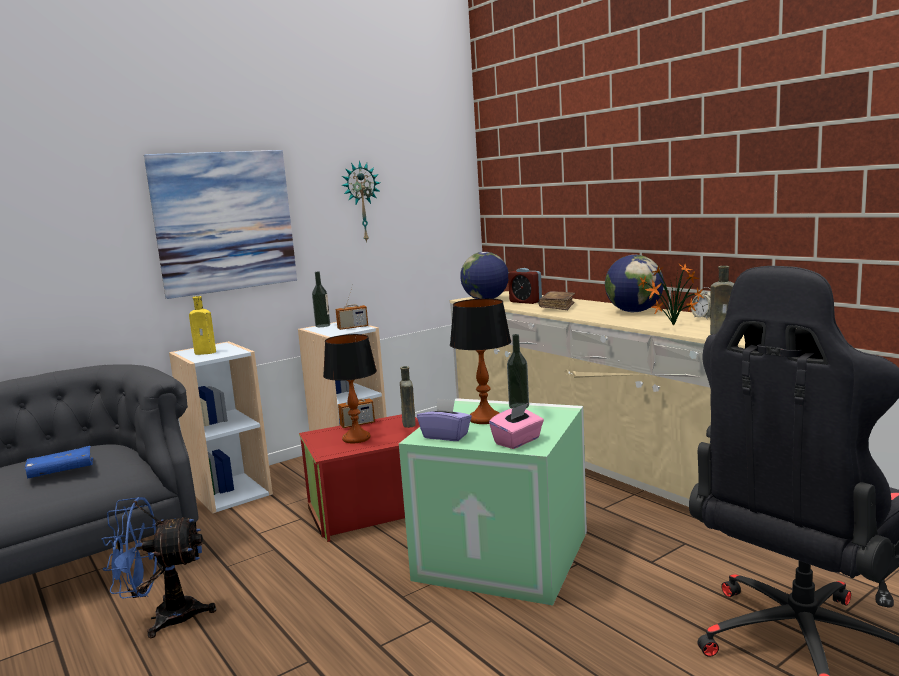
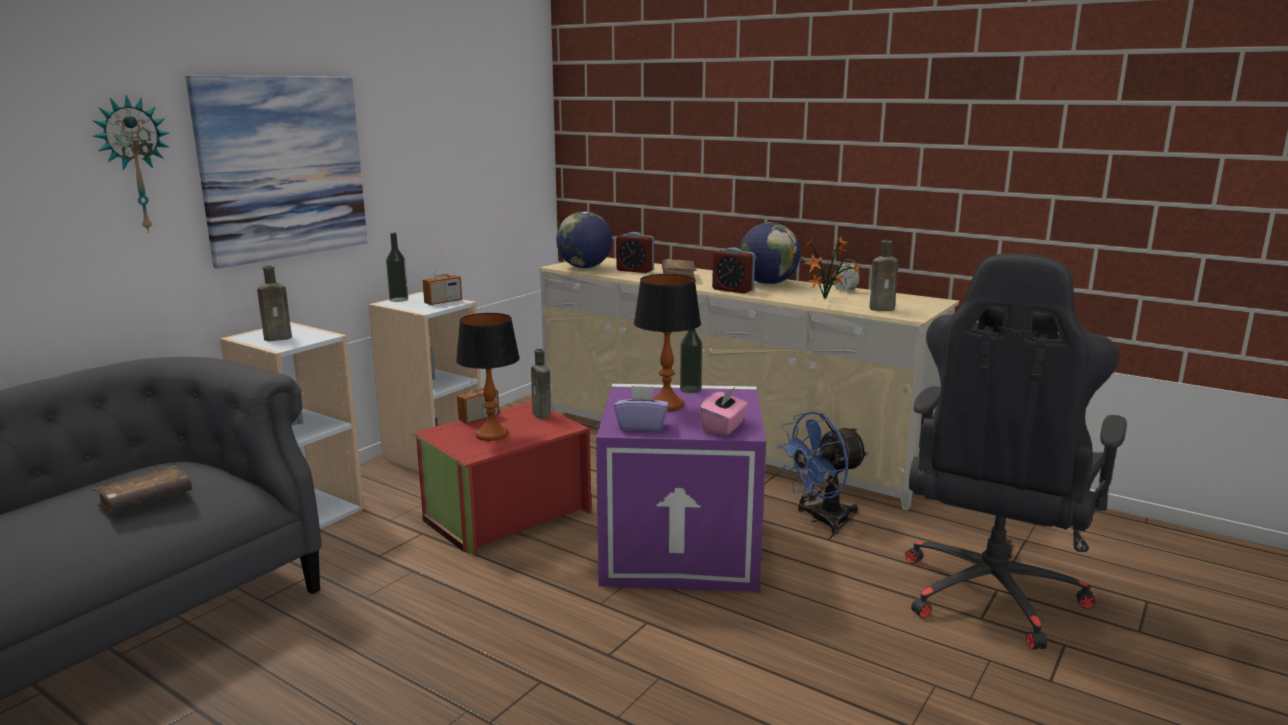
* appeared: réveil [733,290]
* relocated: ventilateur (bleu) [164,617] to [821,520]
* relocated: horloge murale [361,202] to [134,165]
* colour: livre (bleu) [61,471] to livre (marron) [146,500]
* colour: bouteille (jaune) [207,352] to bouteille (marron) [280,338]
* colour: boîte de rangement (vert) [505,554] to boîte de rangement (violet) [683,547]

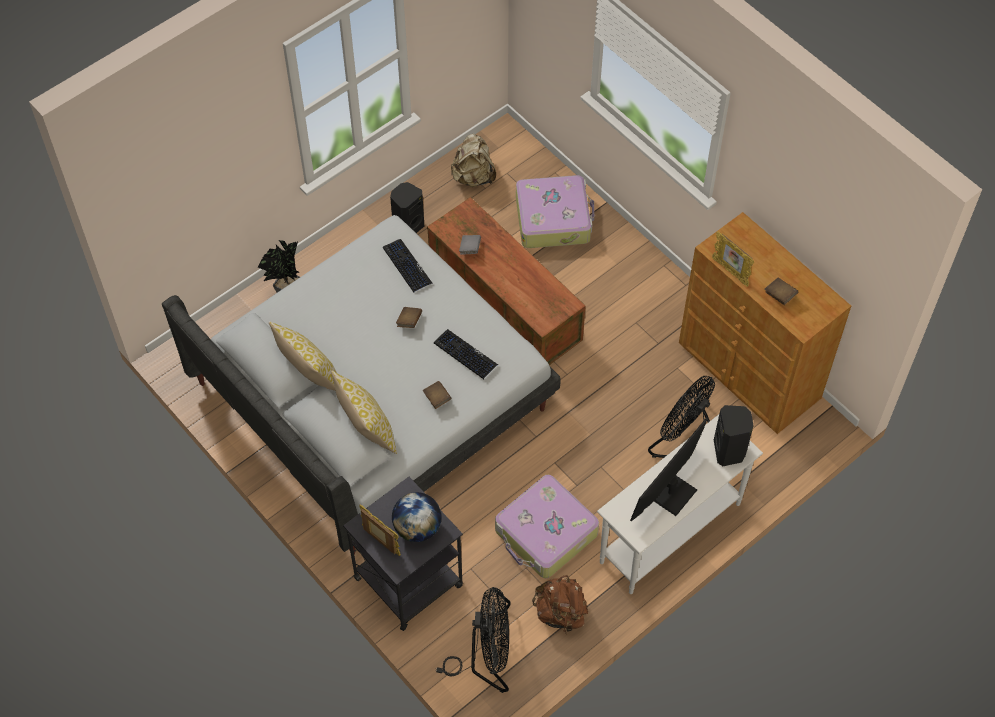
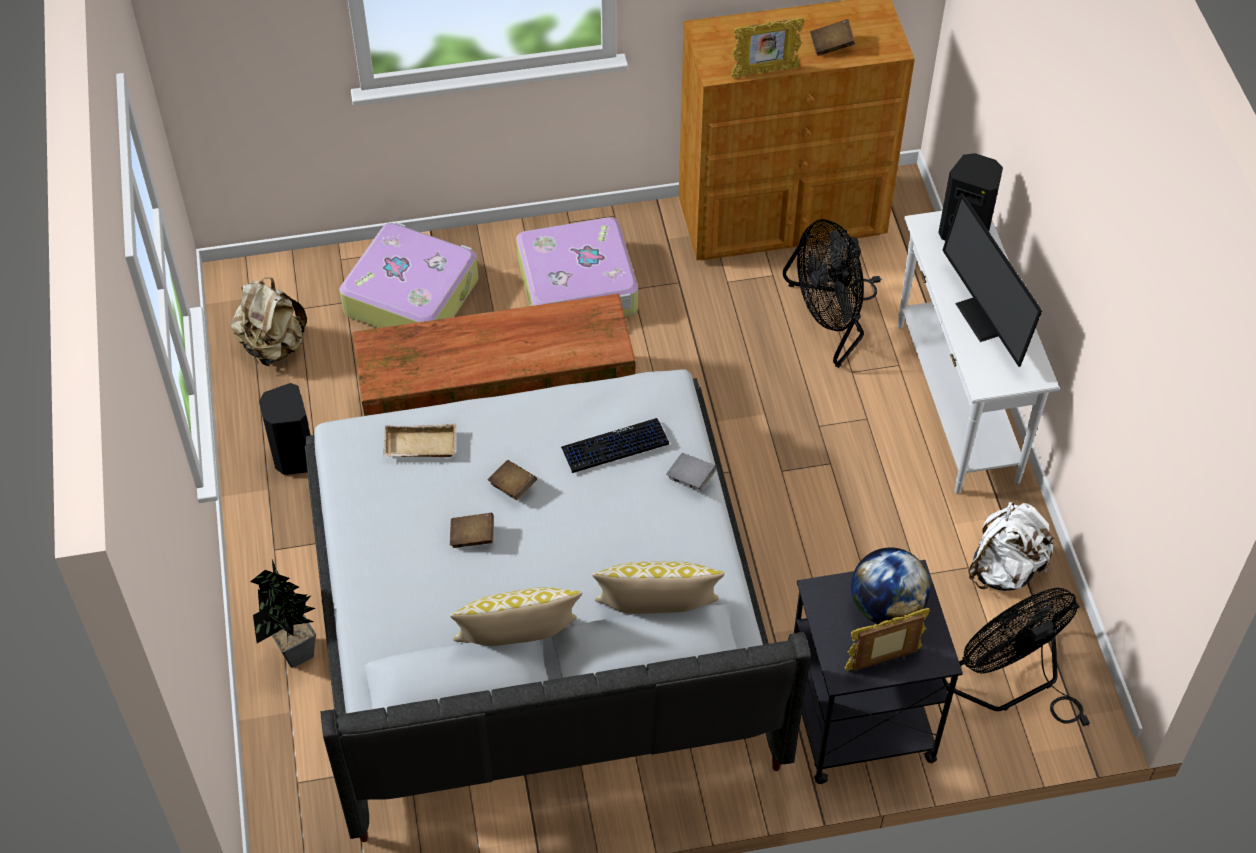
* relocated: livre (marron) [437,398] to [472,537]
* relocated: livre (gris) [470,248] to [691,478]
* relocated: valise [546,533] to [578,288]
* exchanged: clavier [407,266] to plateau (beige) [419,447]
* colour: sac à dos (marron) [560,613] to sac à dos (blanc) [1005,569]
* spun: ventilateur (noir) [485,653] = [1019,680] 60 degrees counterclockwise

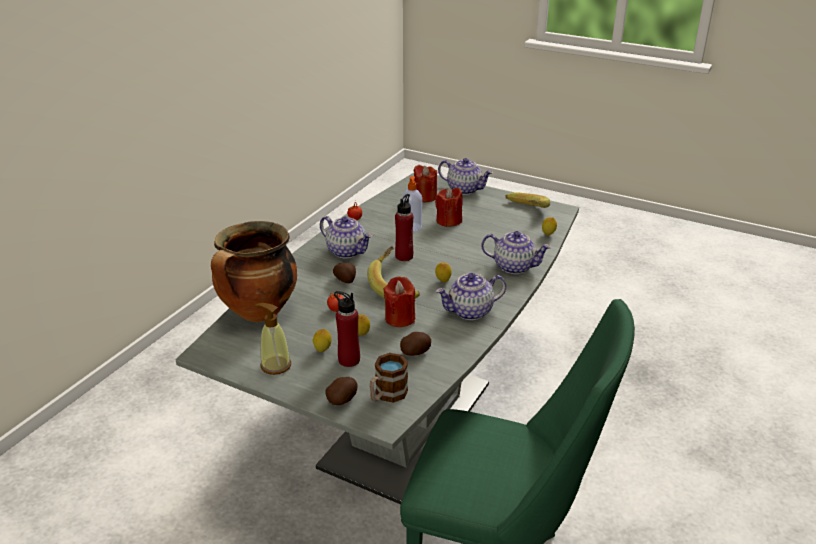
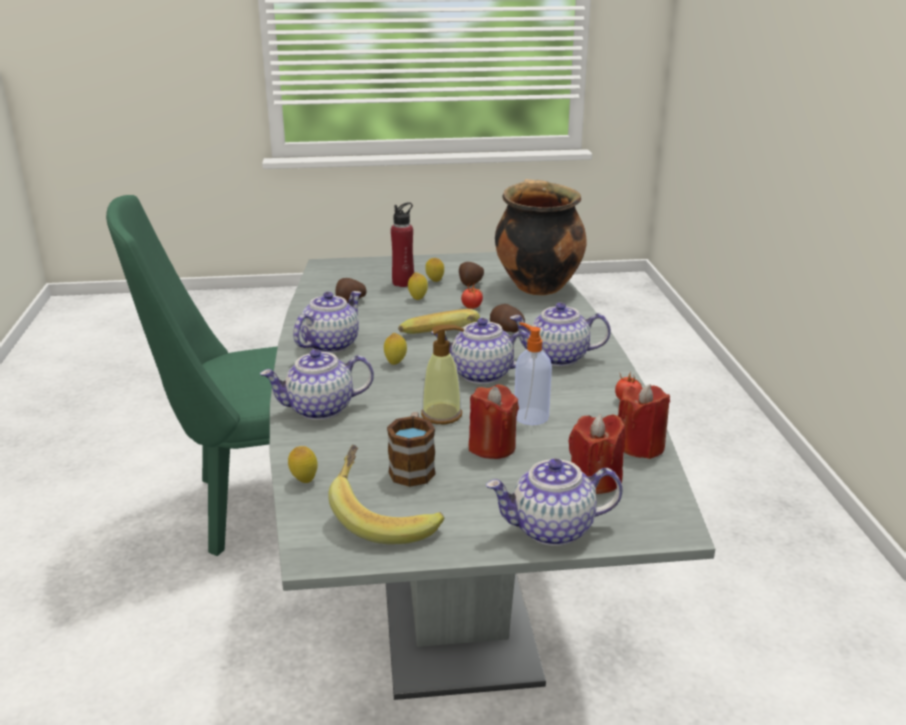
* relocated: distributeur de savon [275,365] to [442,415]
* relocated: pomme de terre [342,400] to [470,284]
* relocated: mug [387,395] to [413,467]
* relocated: bougie (rouge) [400,318] to [640,446]
* exchanged: bouteille (rouge) [404,256] to théière [481,375]

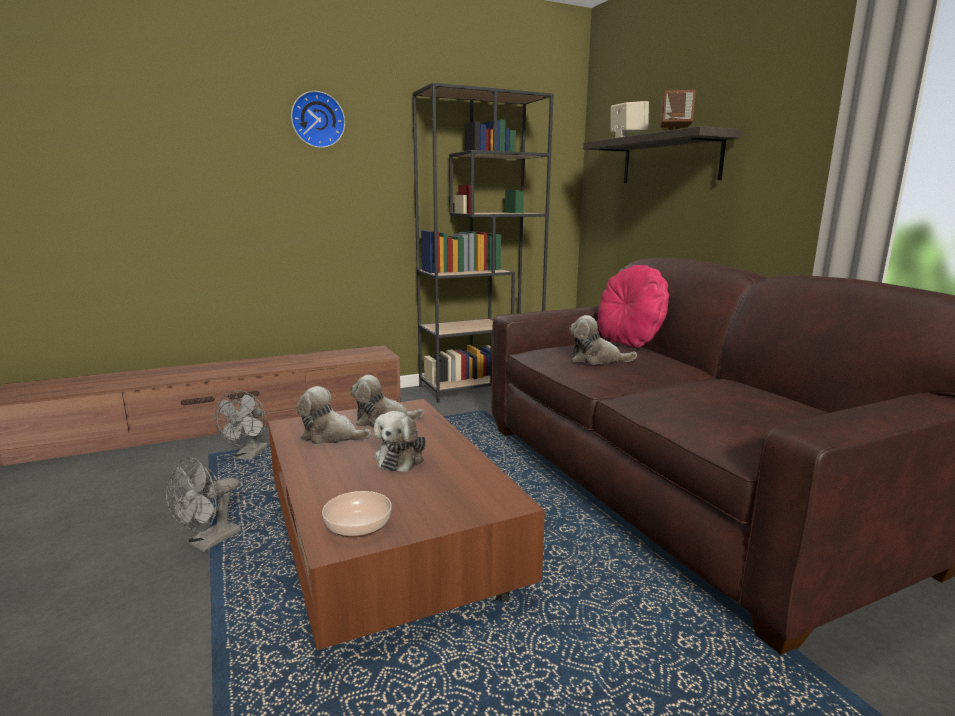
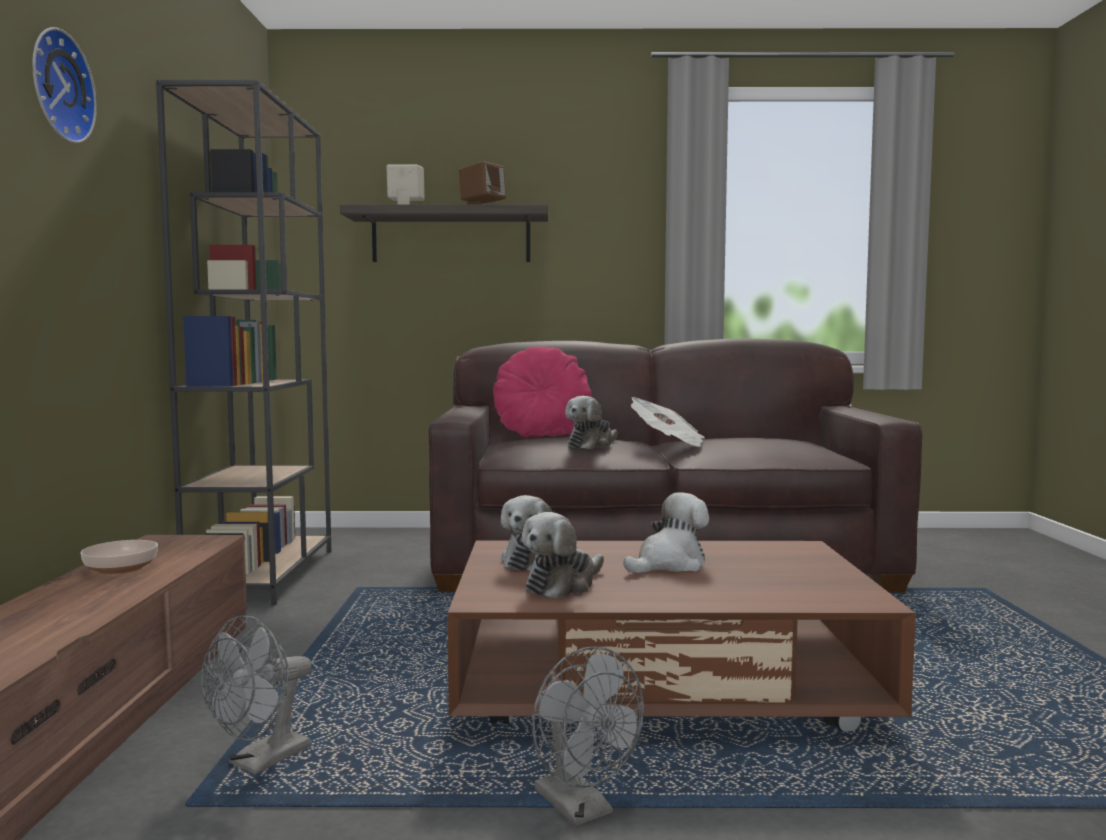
* appeared: journal [668,443]
* relocated: bol [359,526] to [122,568]
* spun: ventilateur (gris) [248,456] = [261,763] 90 degrees clockwise
* spun: peluche [401,458] = [669,564] 75 degrees counterclockwise

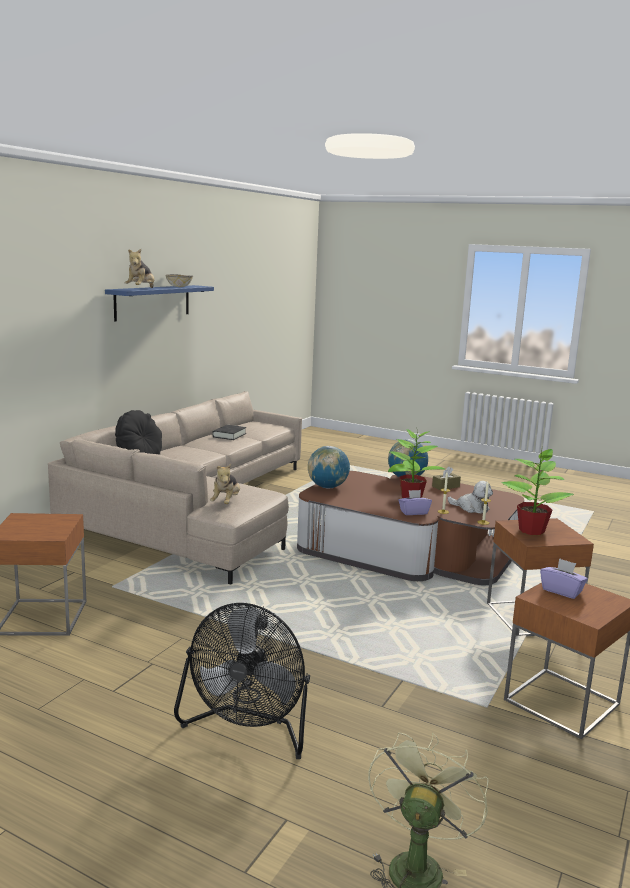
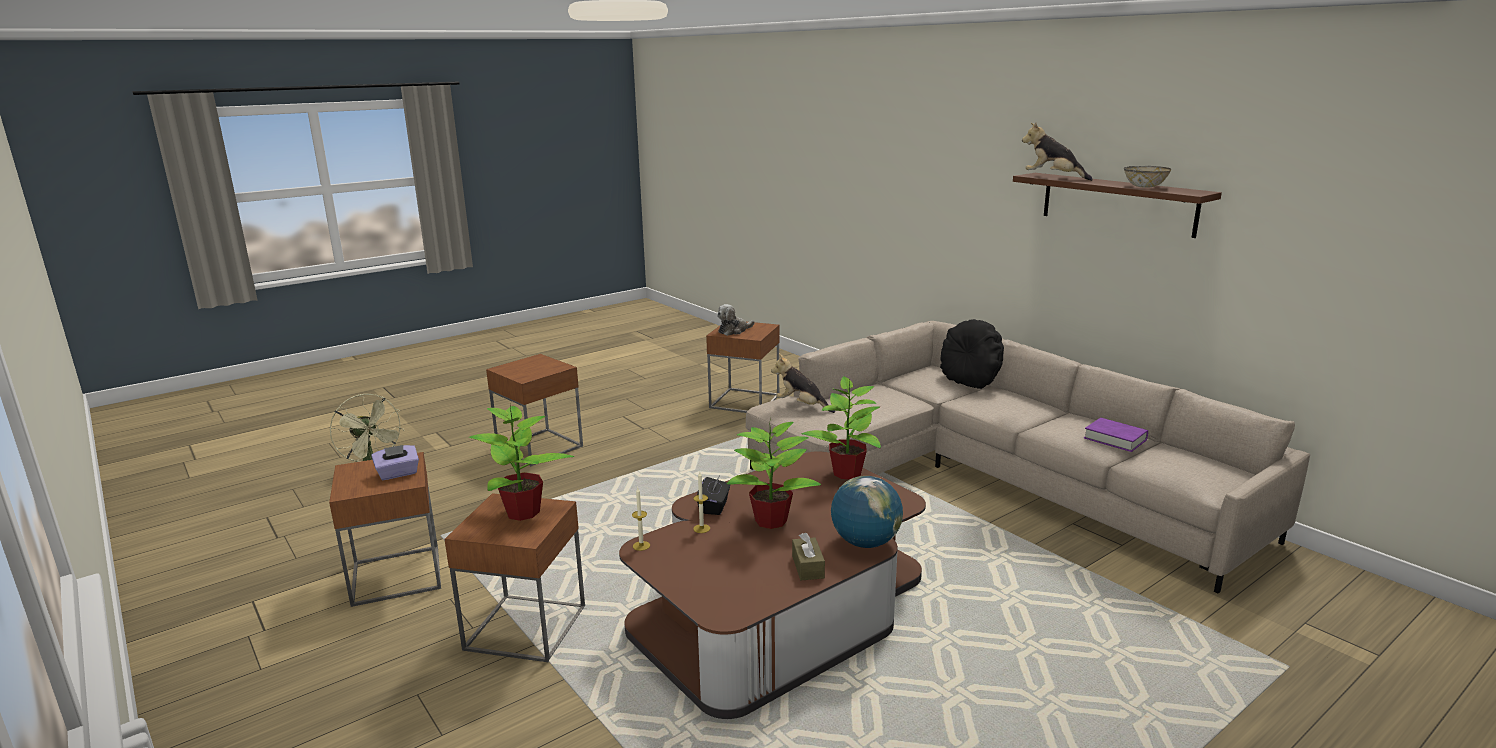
* relocated: peluche [471,508] to [734,331]
* exchanged: ventilateur (noir) [246,725] to table d'appoint (marron) [539,447]
* exchanged: globe [327,487] to plante en pot [846,473]
* colour: étagère (bleu) [153,302] to étagère (marron) [1117,204]
* colour: livre (noir) [229,435] to livre (violet) [1115,439]
* colour: boîte à mouchoirs (violet) [413,512] to boîte à mouchoirs (noir) [714,506]

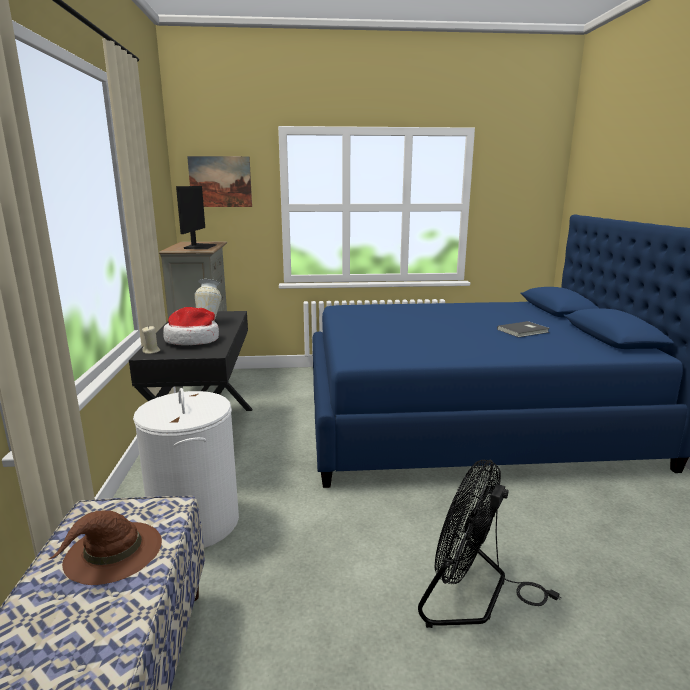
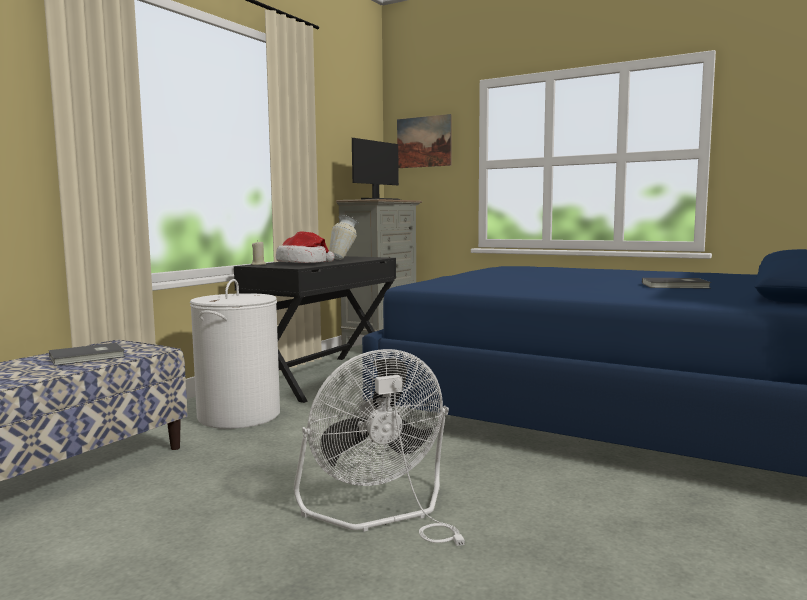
* exchanged: chapeau (marron) [112,552] to livre (gris) [88,357]
* colour: ventilateur (noir) [477,589] to ventilateur (blanc) [390,512]

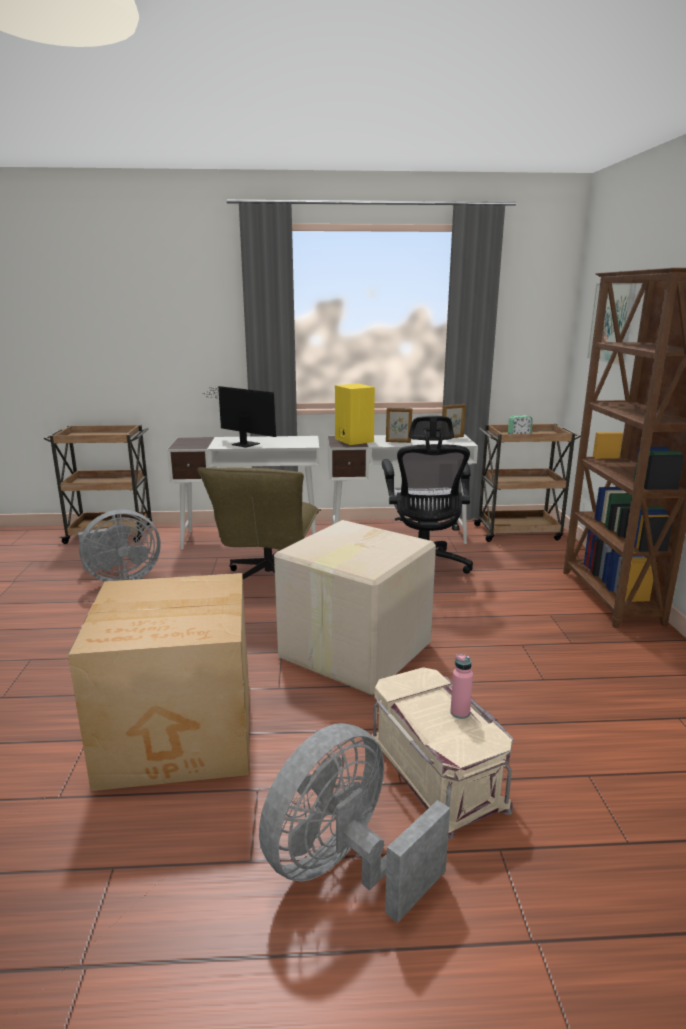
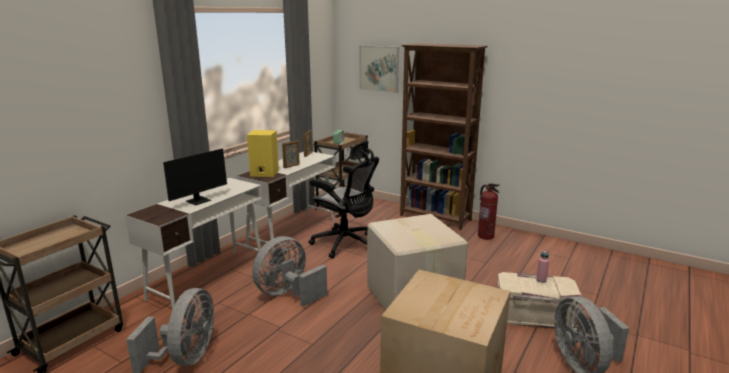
* appeared: extincteur [485,236]
* exchanged: chaise de bureau (beige) [269,579] to ventilateur (gris) [288,294]
* spun: écran d'ordinateur [243,443] = [202,200] 150 degrees clockwise

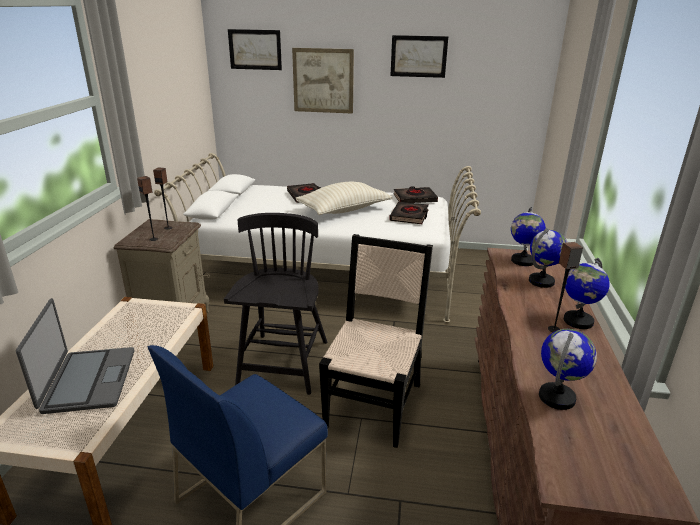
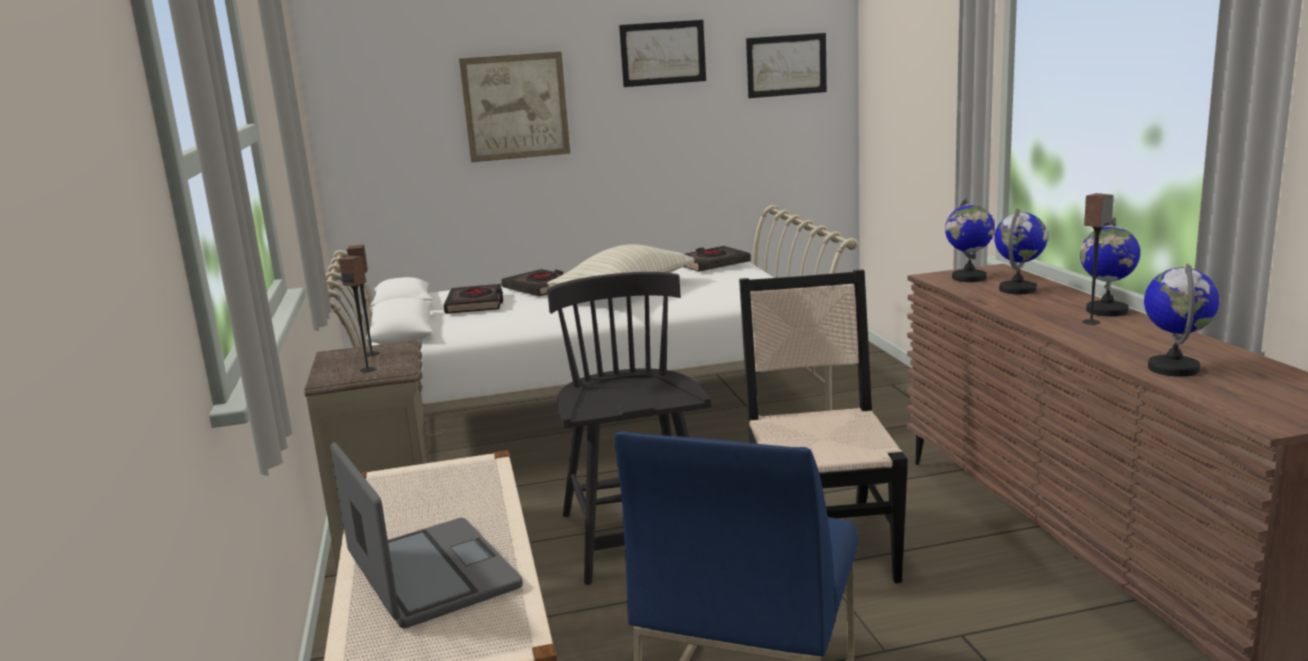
* relocated: tableau [255,49] to [786,65]
* relocated: livre (noir) [409,216] to [475,304]

